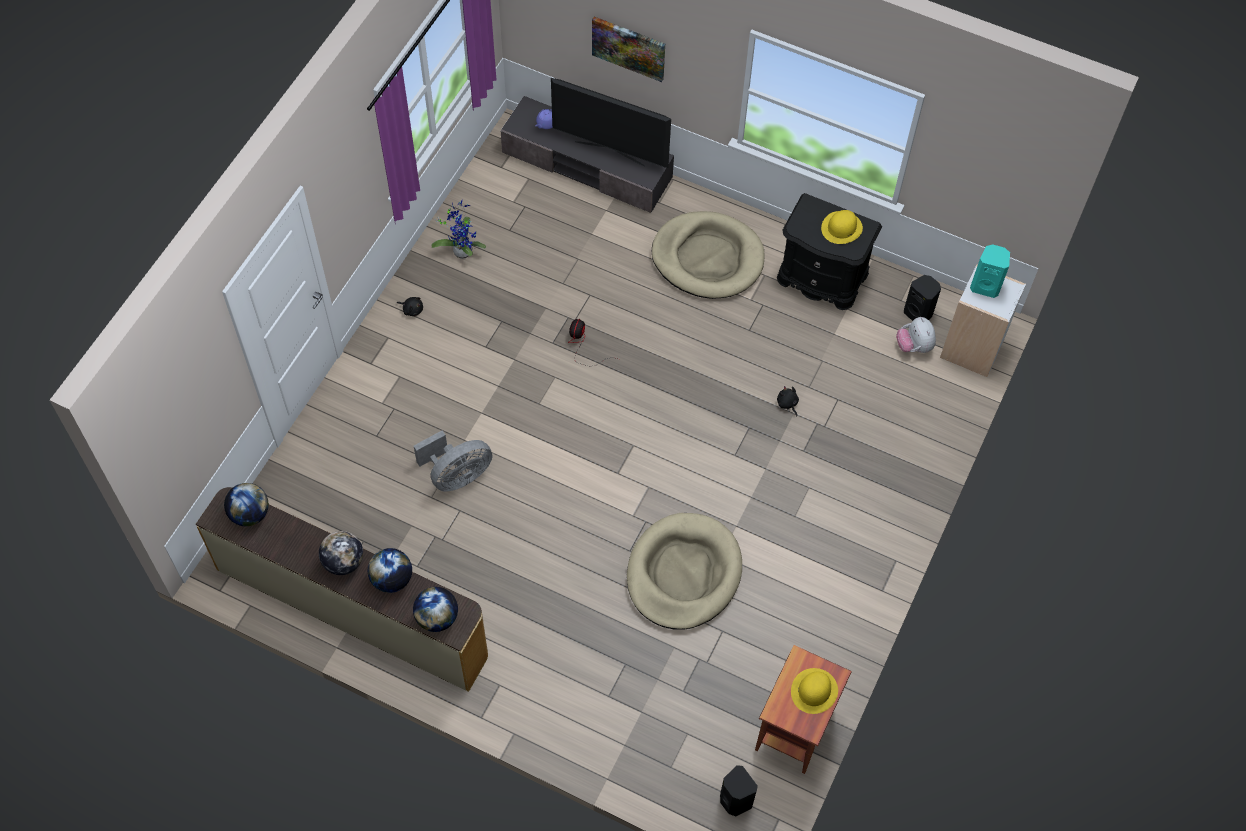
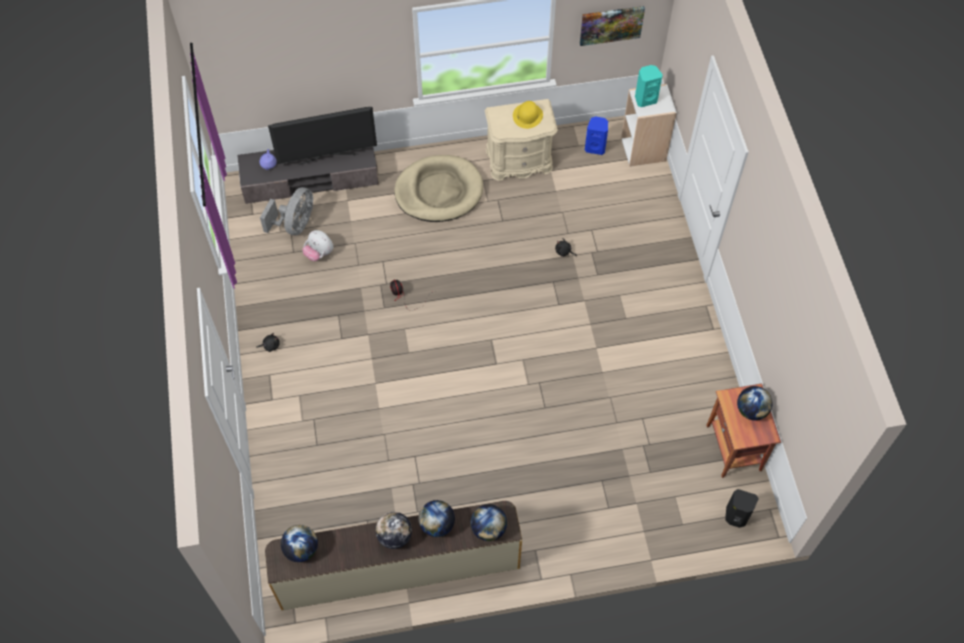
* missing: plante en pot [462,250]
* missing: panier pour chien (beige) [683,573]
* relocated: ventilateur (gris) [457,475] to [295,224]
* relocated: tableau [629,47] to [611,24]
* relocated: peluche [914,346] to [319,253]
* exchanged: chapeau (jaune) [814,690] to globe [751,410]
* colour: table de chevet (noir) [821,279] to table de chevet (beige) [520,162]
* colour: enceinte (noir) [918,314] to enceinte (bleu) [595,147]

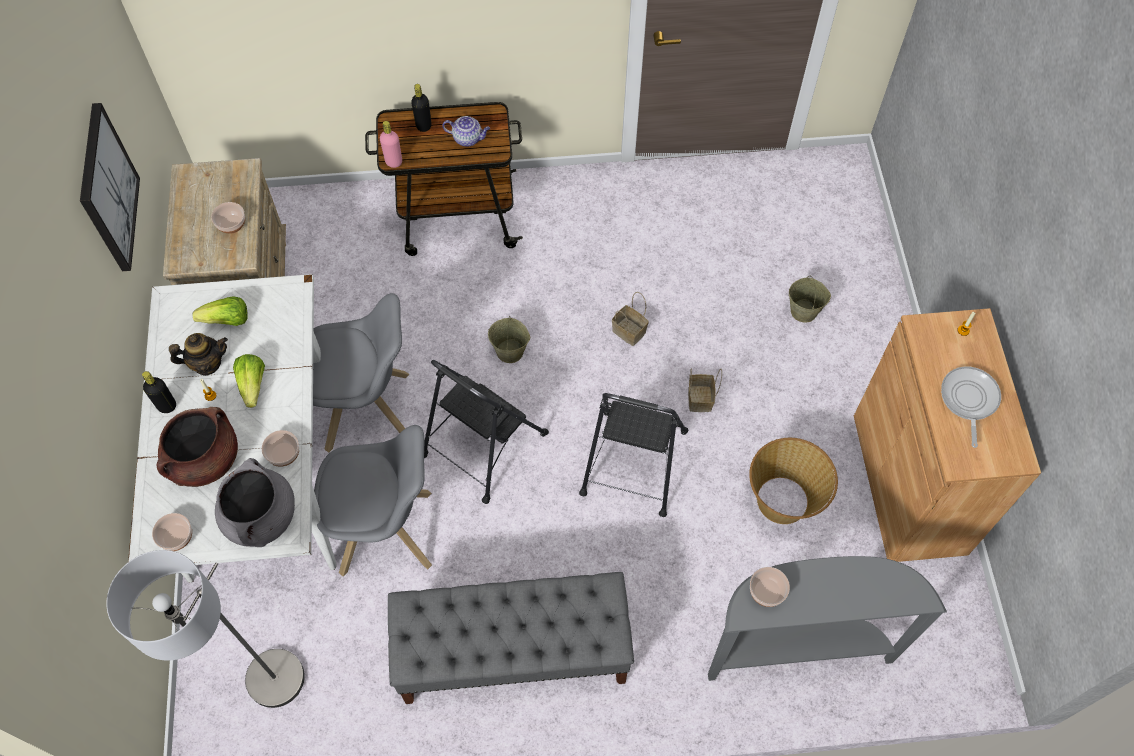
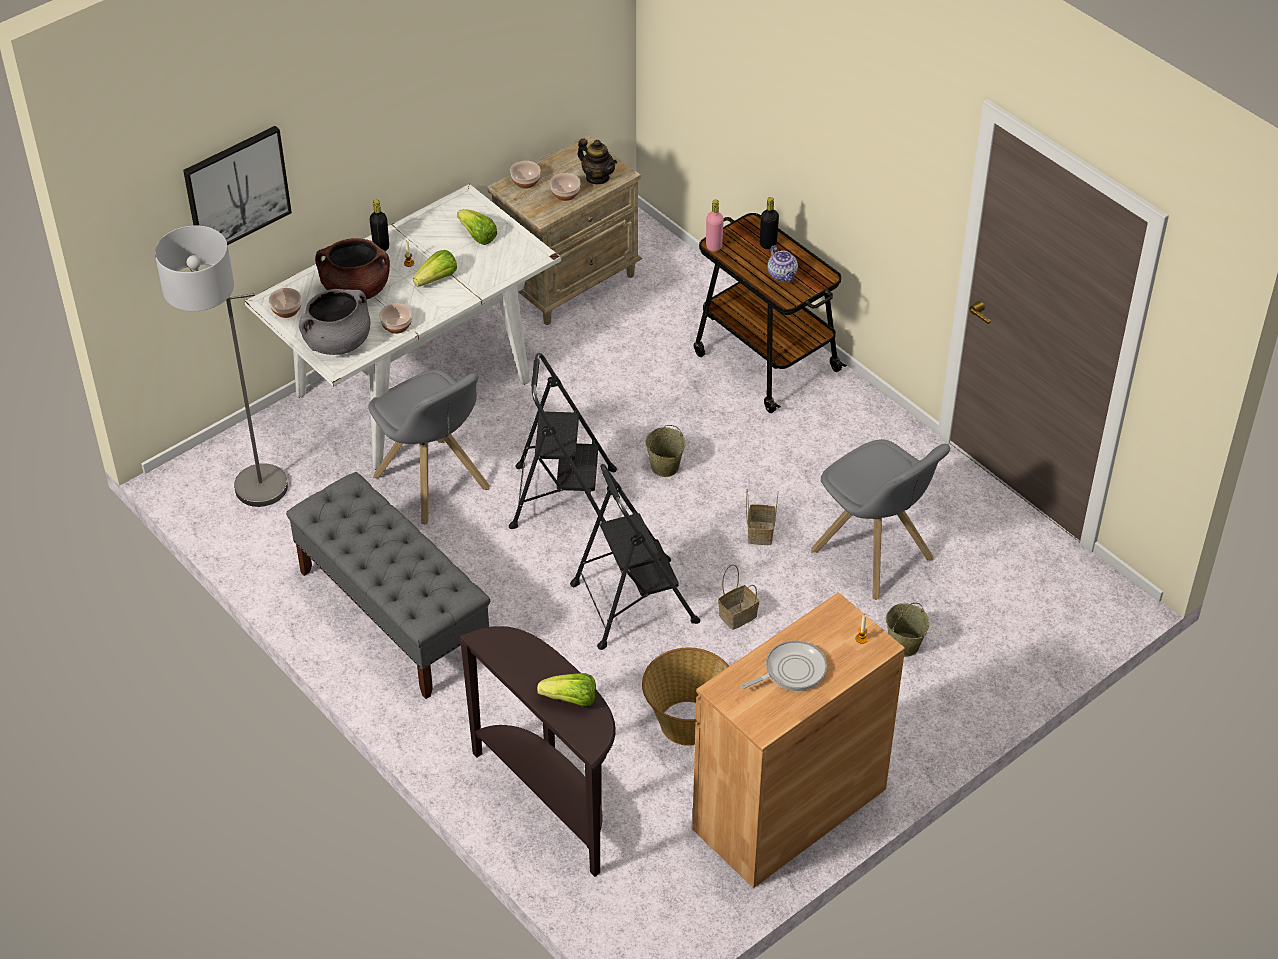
* appeared: laitue [571,700]
* relocated: tableau [107,189] to [236,190]
* relocated: théière [207,363] to [597,177]
* relocated: chaise (gris) [368,410] to [873,554]
* relocated: bol [767,591] to [526,181]
* colour: table console (gris) [795,647] to table console (marron) [552,799]

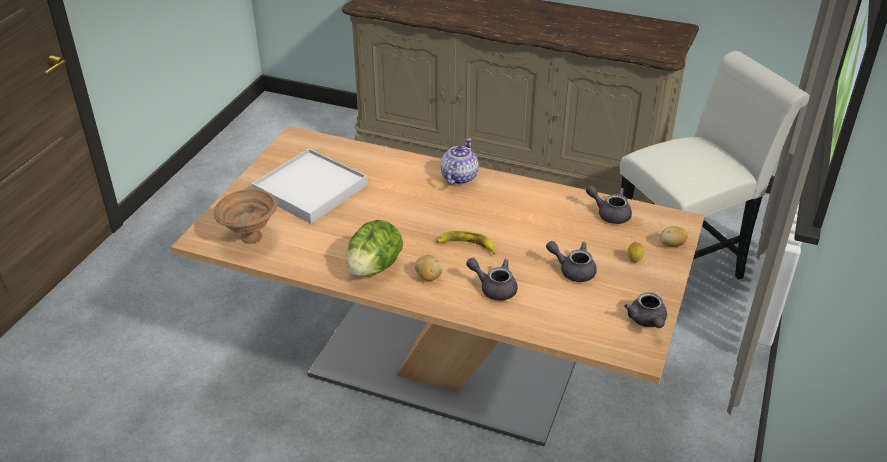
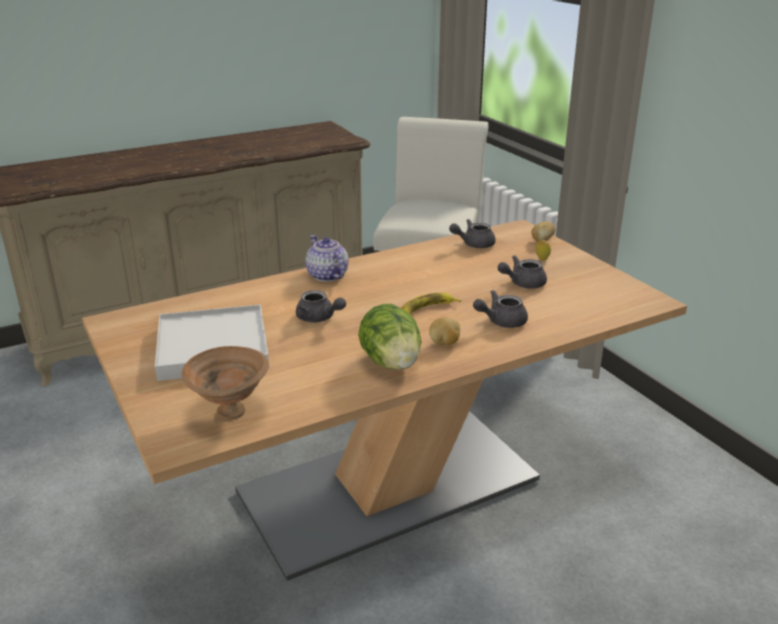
* relocated: théière (gris) [647,321] to [319,318]

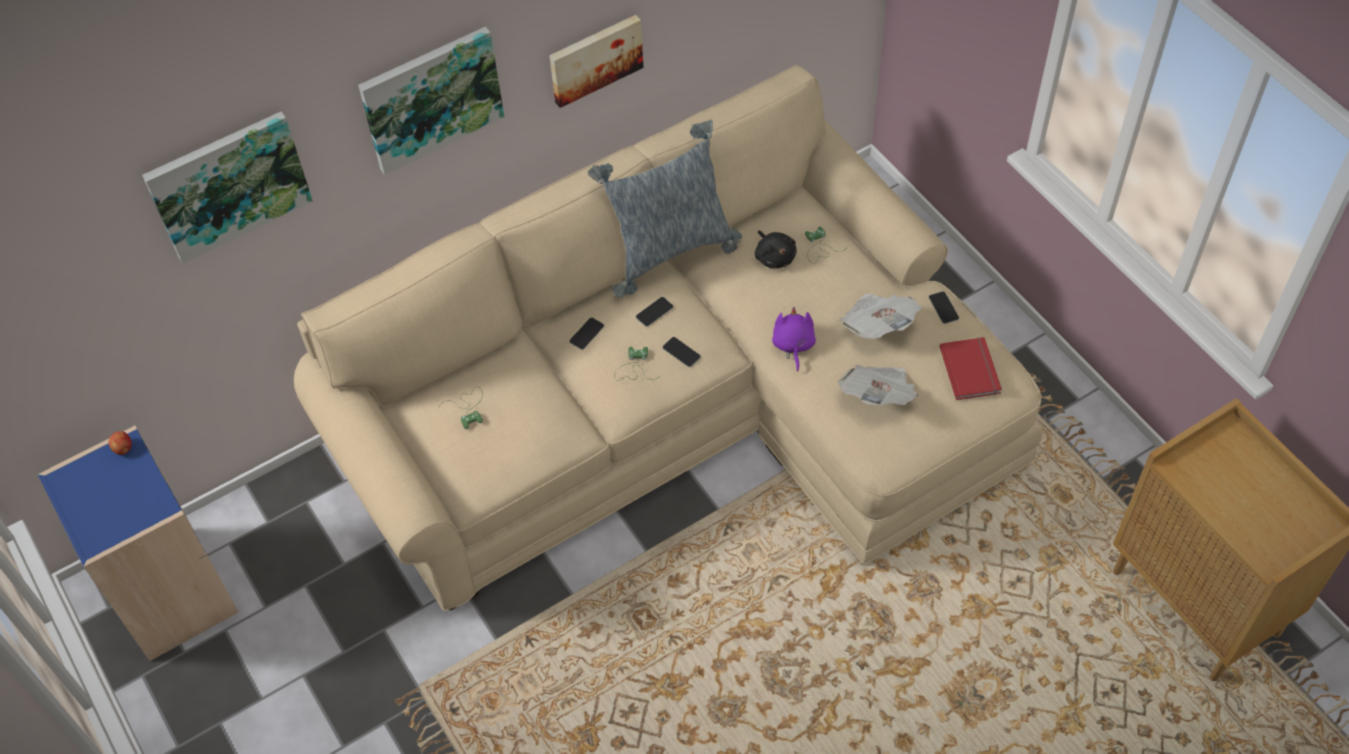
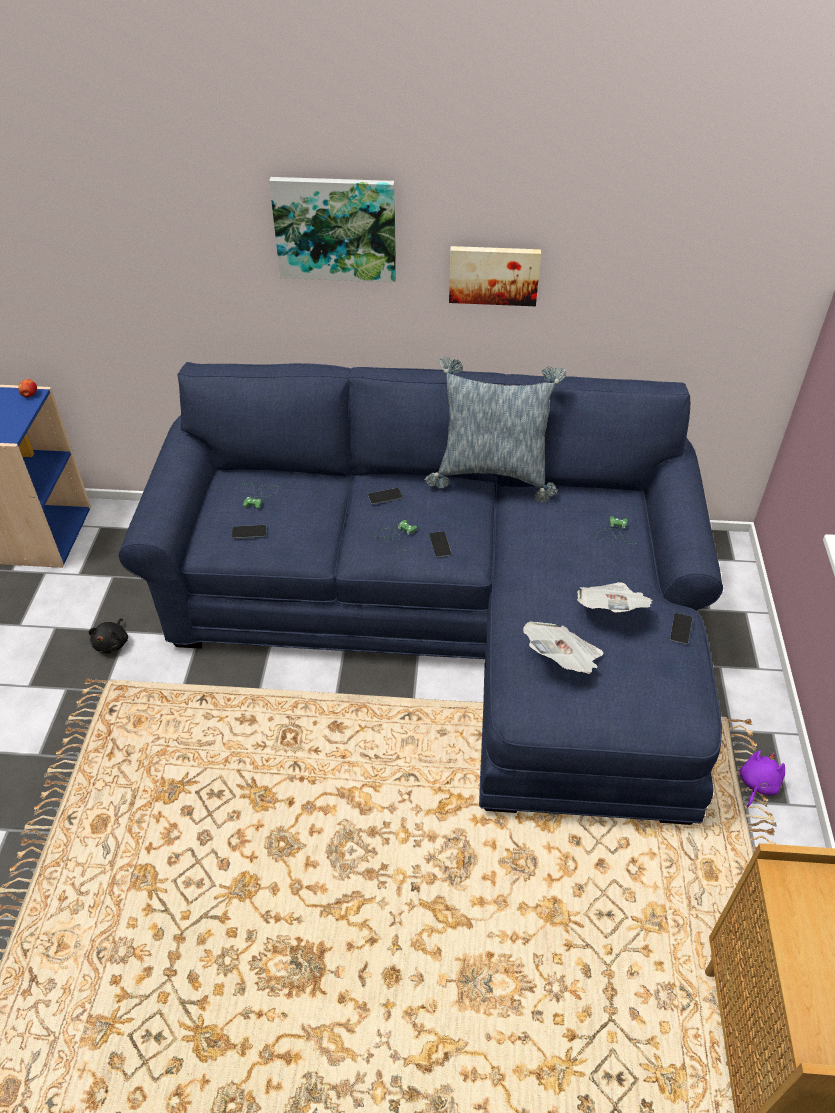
* missing: tableau [228,184]
* missing: livre (rouge) [972,369]
* relocated: téléphone [654,312] to [249,532]
* relocated: peluche (noir) [774,256] to [112,643]
* relocated: peluche (violet) [793,345] to [757,784]
* colour: canapé (beige) [686,409] to canapé (bleu) [455,618]

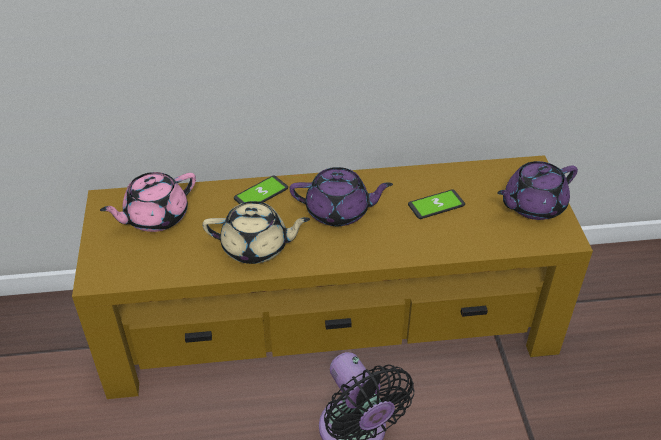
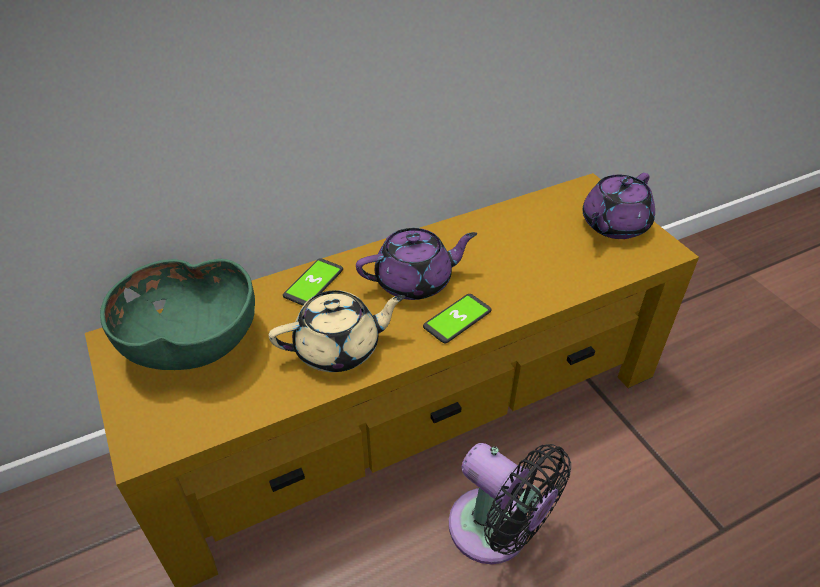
* relocated: téléphone [436,205] to [457,319]
* exchanged: théière (rose) [155,217] to bol (vert) [192,344]

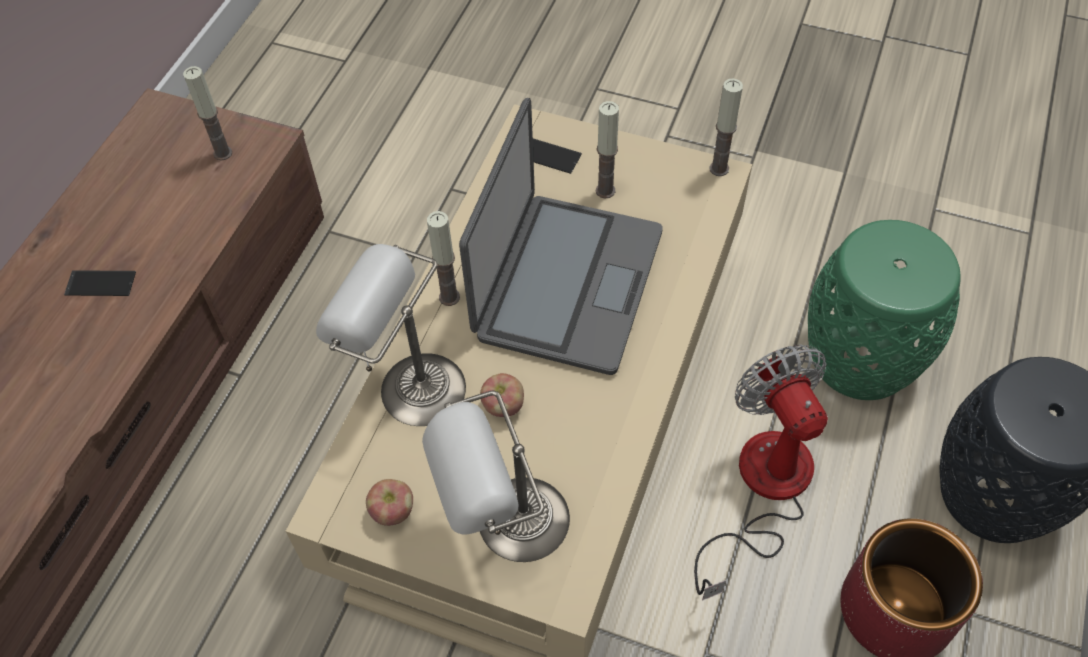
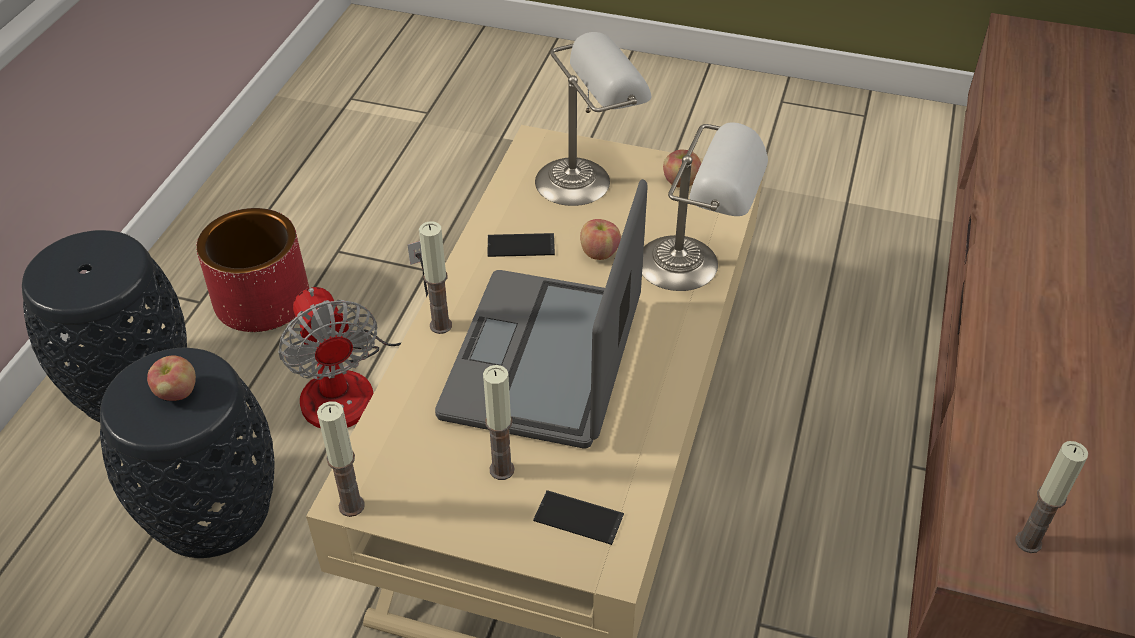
* appeared: pomme [177,392]
* relocated: téléphone [100,283] to [521,245]
* relocated: bougie [449,297] to [441,325]
* colour: tabouret (vert) [861,358] to tabouret (noir) [212,511]

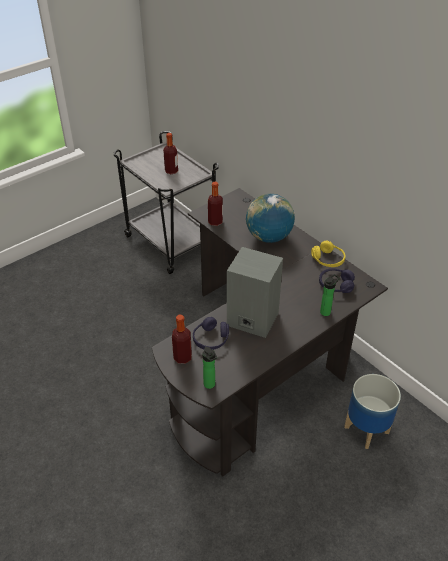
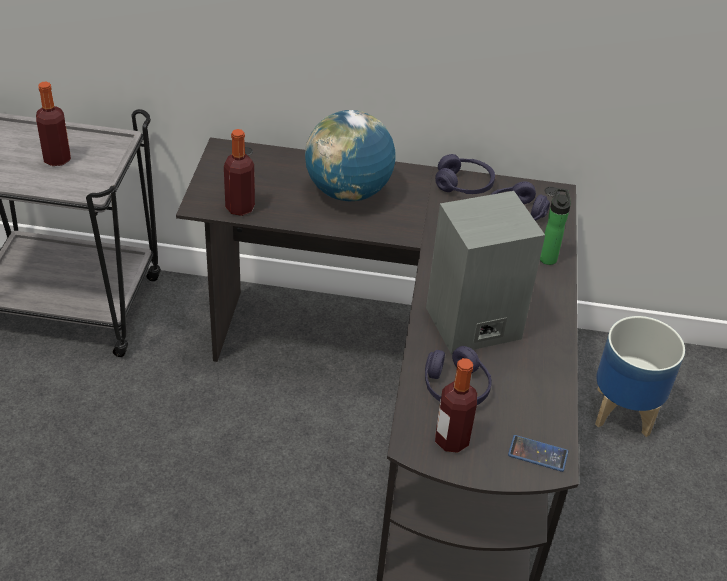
* exchanged: bouteille [210,385] to téléphone [538,454]
* colour: casque audio (jaune) [328,260] to casque audio (violet) [464,184]

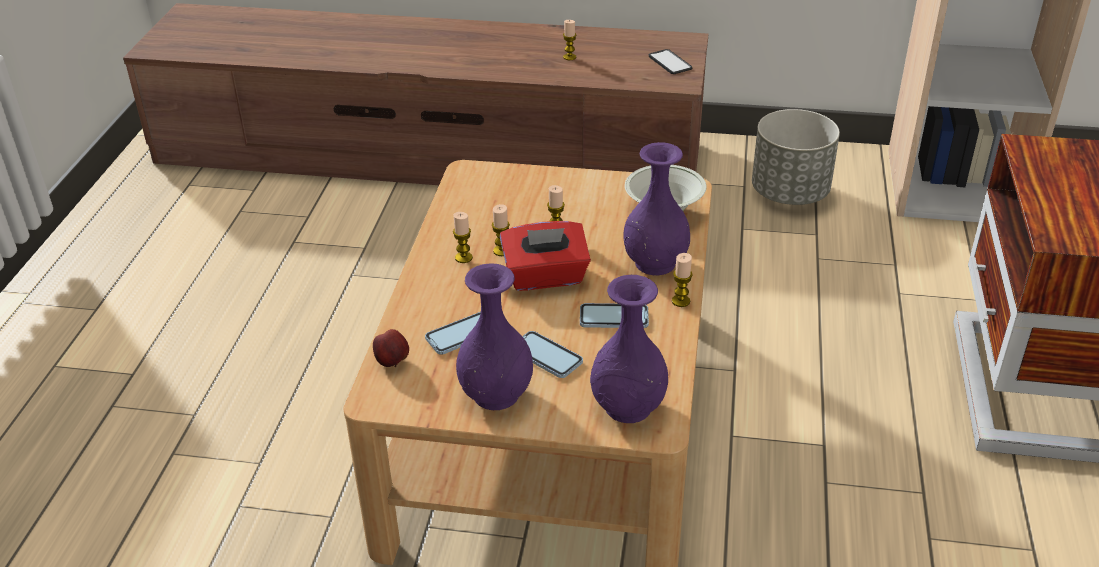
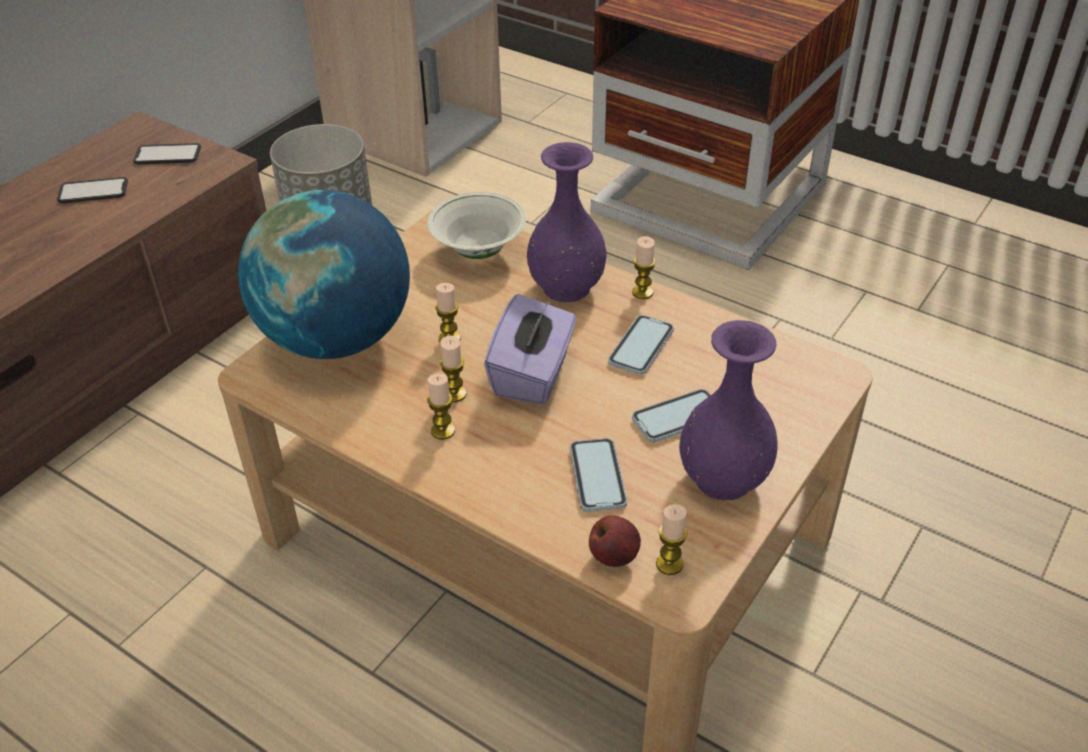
* missing: vase (violet) [627,407]
* appeared: téléphone [93,191]
* appeared: globe [336,339]
* relocated: bougie [569,57] to [669,564]
* colour: boîte à mouchoirs (rouge) [545,277] to boîte à mouchoirs (violet) [533,374]

